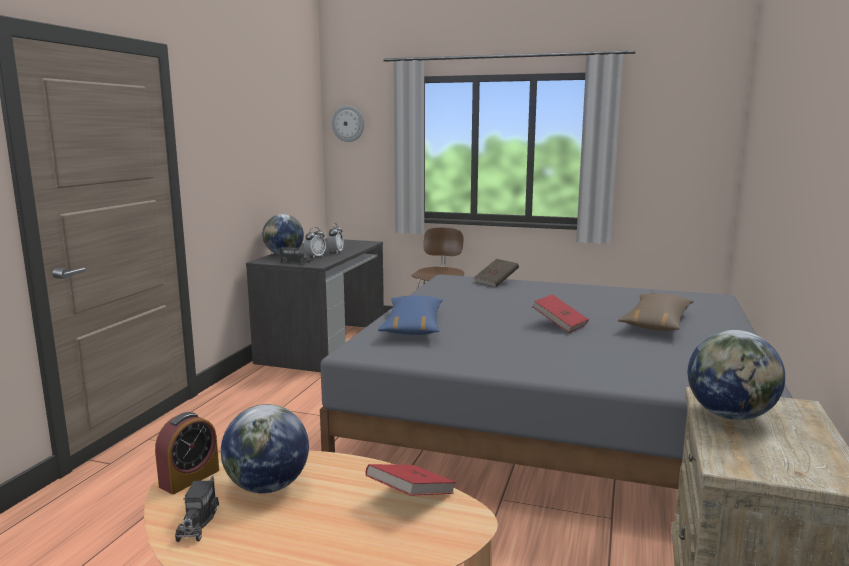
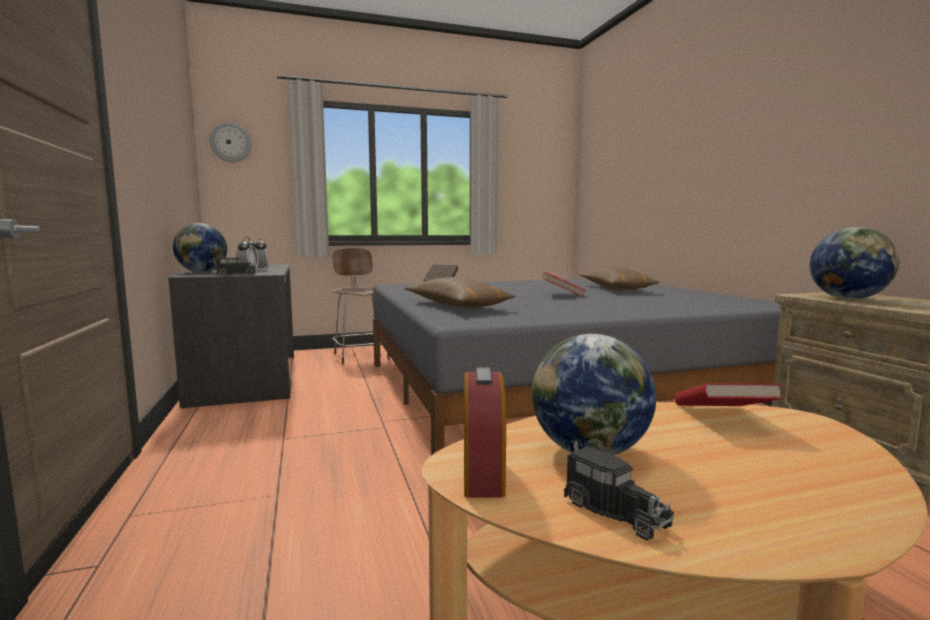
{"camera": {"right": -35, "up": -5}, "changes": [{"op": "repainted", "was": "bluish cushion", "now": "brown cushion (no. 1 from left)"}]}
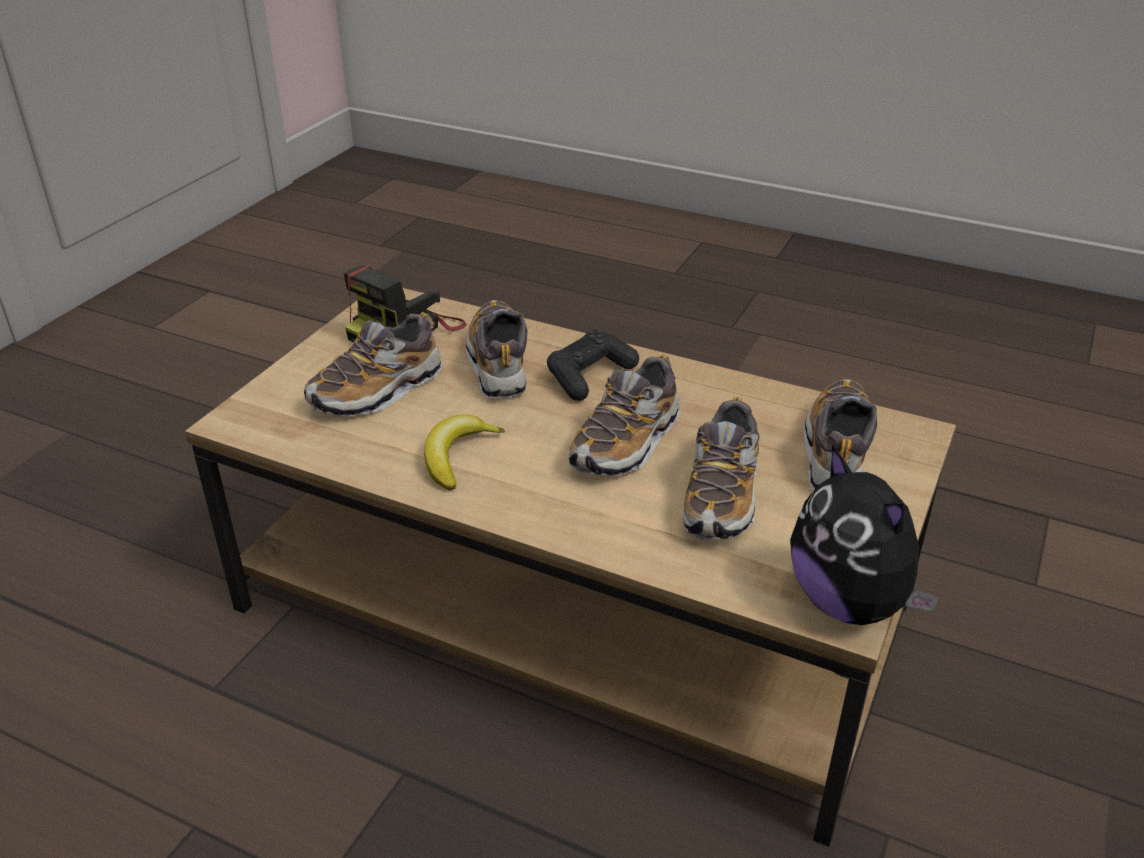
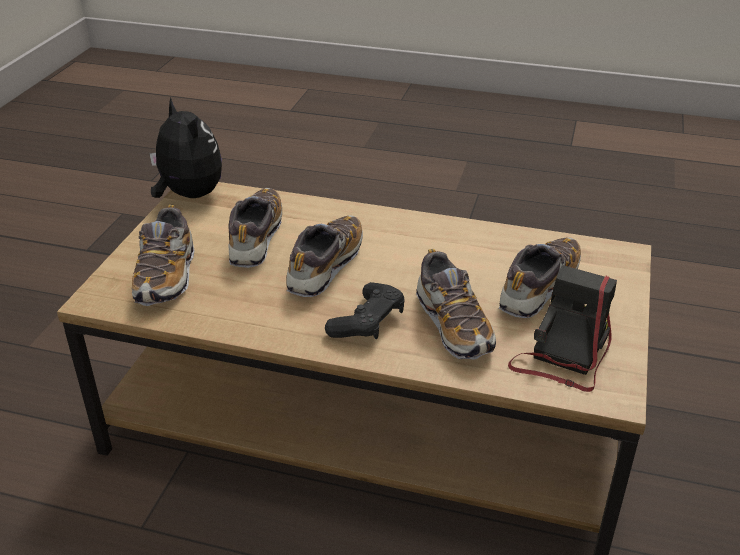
{"camera": {"right": 170, "up": 0}, "changes": [{"op": "gone", "was": "banana"}]}
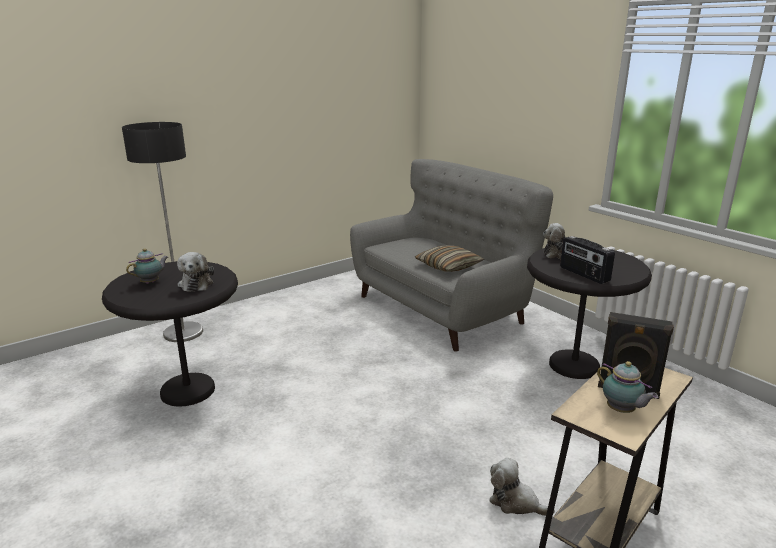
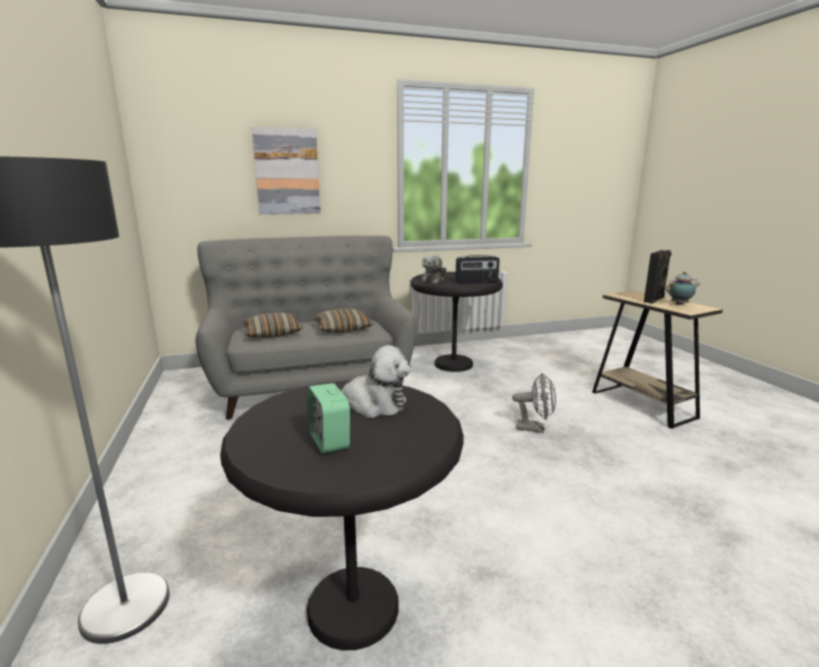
{"camera": {"right": -70, "up": -5}, "changes": [{"op": "gone", "was": "soft toy (no. 2 from left)"}, {"op": "new", "now": "cushion (no. 1 from left)"}, {"op": "new", "now": "picture"}, {"op": "new", "now": "gray cooling fan"}, {"op": "swapped", "was": "pot for tea (no. 1 from left)", "now": "table clock"}]}
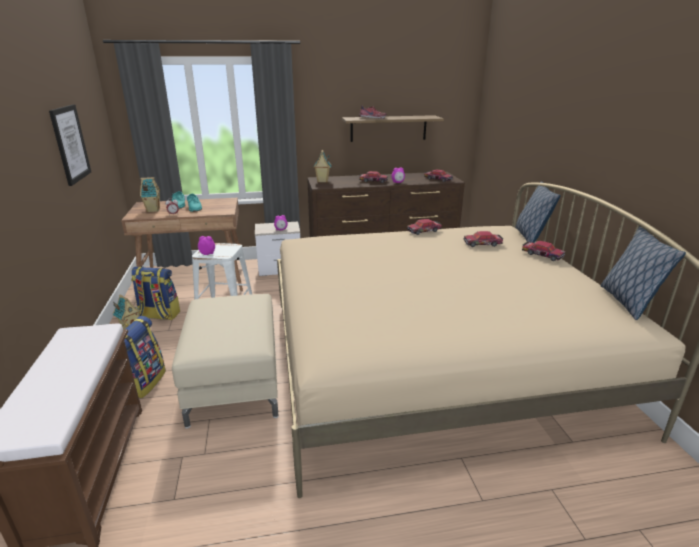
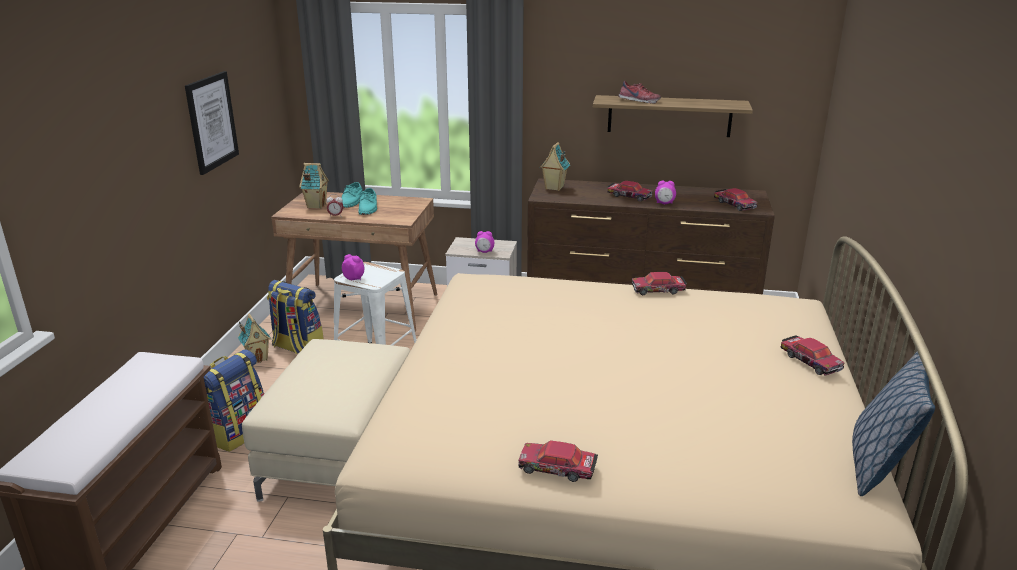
{"camera": {"right": 20, "up": 0}, "changes": [{"op": "gone", "was": "cushion (no. 1 from left)"}, {"op": "shifted", "was": "toy car (no. 4 from left in the first image)", "now": "toy car (no. 1 from left)"}]}
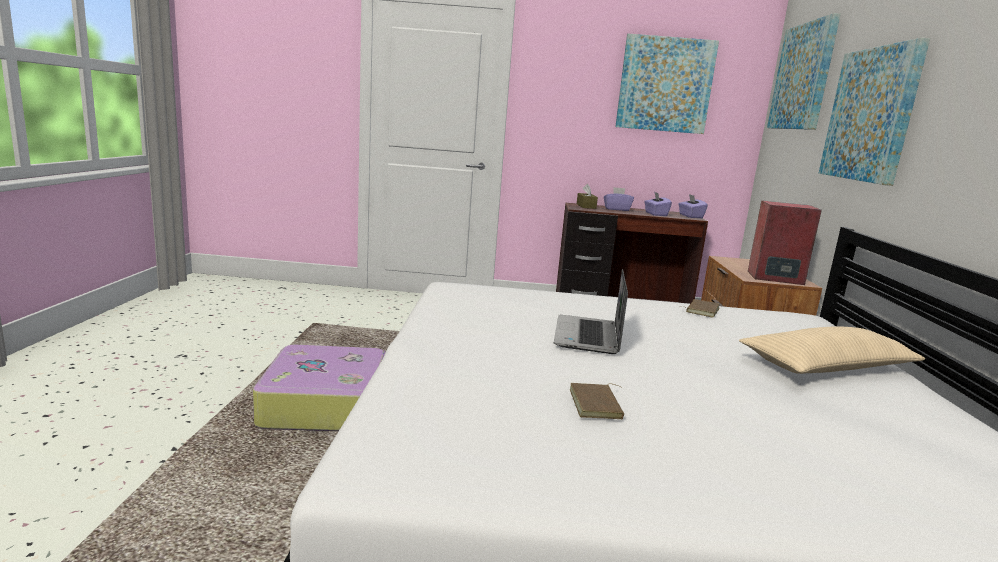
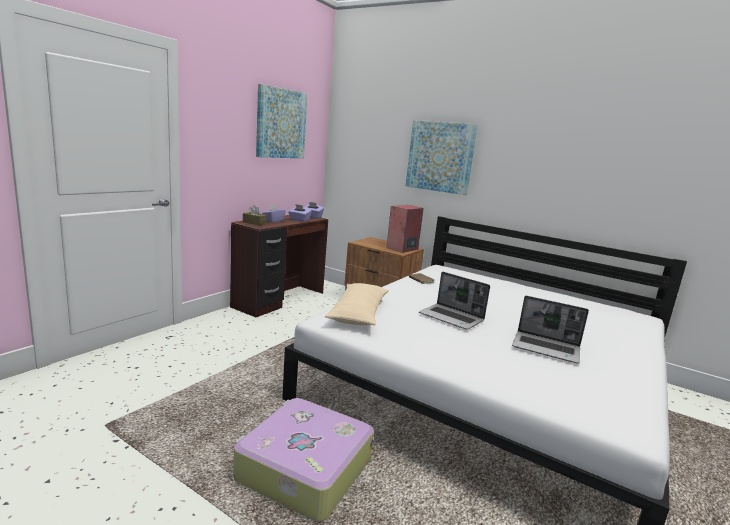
{"camera": {"right": -60, "up": 0}, "changes": [{"op": "gone", "was": "picture (no. 2 from left)"}, {"op": "shifted", "was": "beige-coloured cushion"}, {"op": "swapped", "was": "brown bound book (no. 1 from left)", "now": "portable computer (no. 2 from left)"}]}
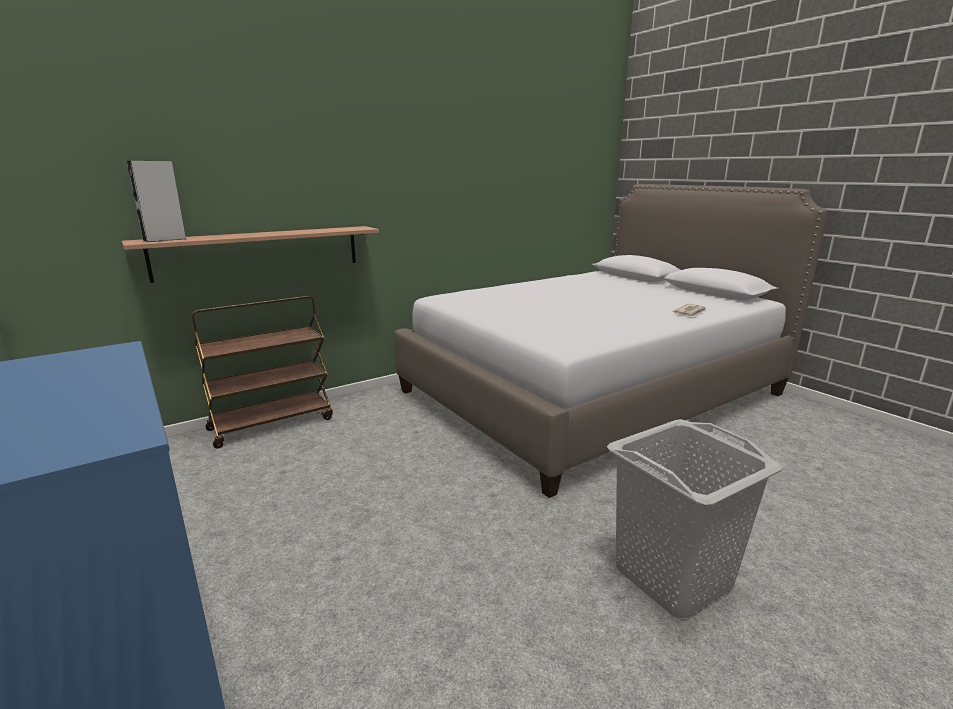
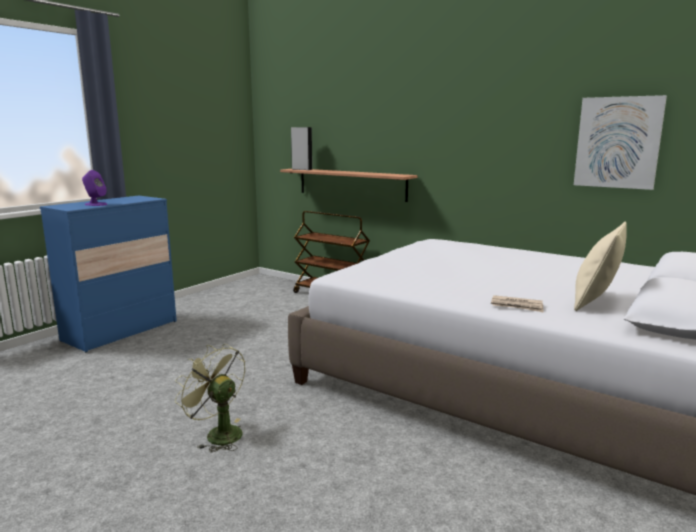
{"camera": {"right": 70, "up": -5}, "changes": [{"op": "new", "now": "purplish speaker"}, {"op": "new", "now": "picture"}, {"op": "new", "now": "beige-coloured cushion"}, {"op": "swapped", "was": "gray hamper", "now": "greenish cooling fan"}]}
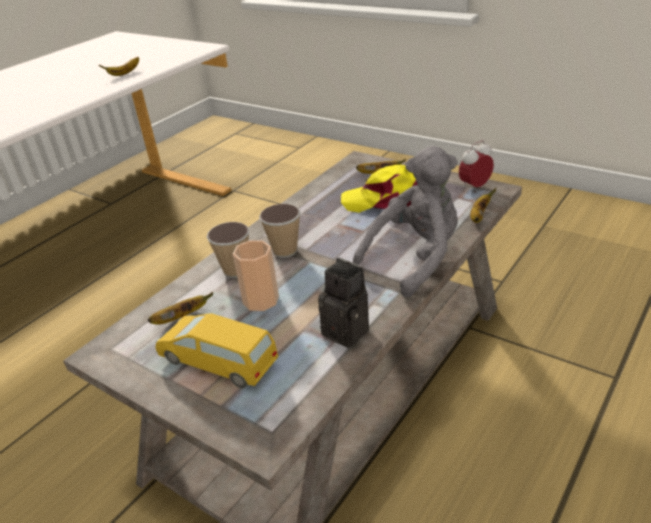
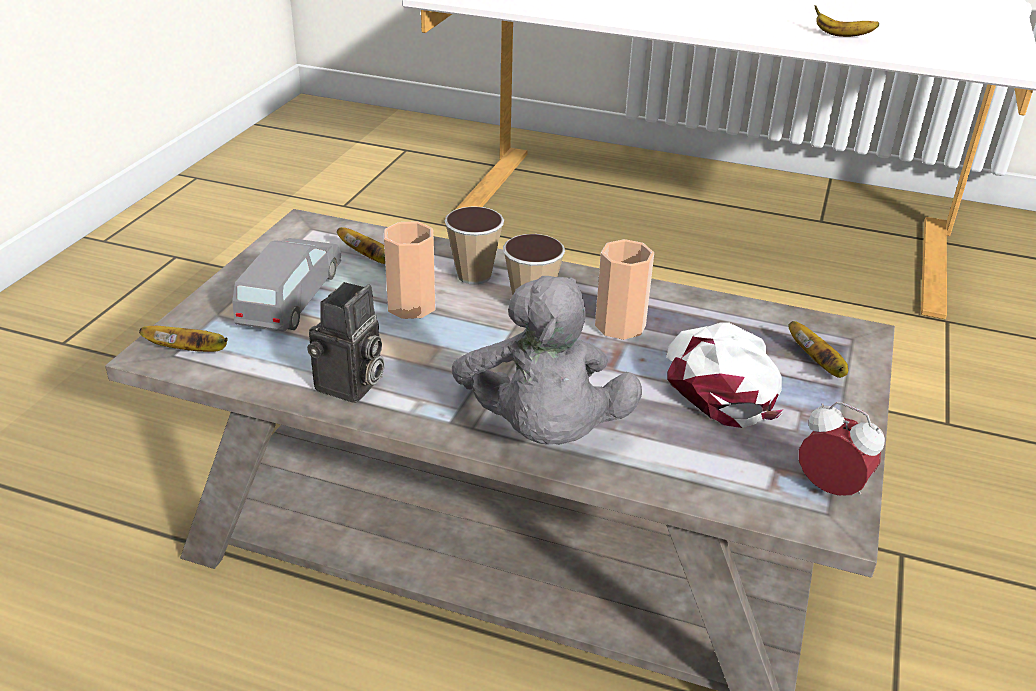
{"camera": {"right": 70, "up": 0}, "changes": [{"op": "new", "now": "cup (no. 4 from left)"}, {"op": "shifted", "was": "banana (no. 4 from left in the first image)", "now": "banana (no. 1 from left)"}, {"op": "repainted", "was": "yellow-coloured toy car", "now": "gray toy car"}, {"op": "repainted", "was": "yellow-coloured baseball cap", "now": "white-coloured baseball cap"}, {"op": "rotated", "was": "gray soft toy", "clockwise": 45}]}
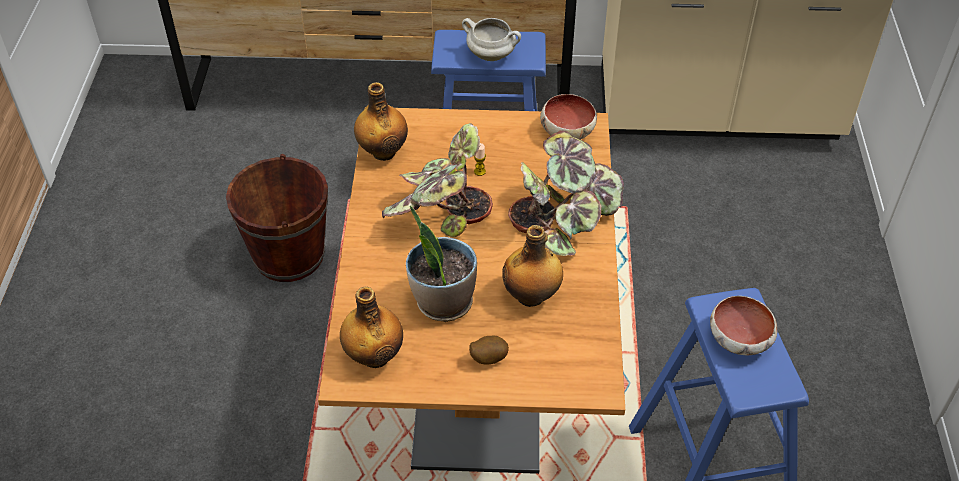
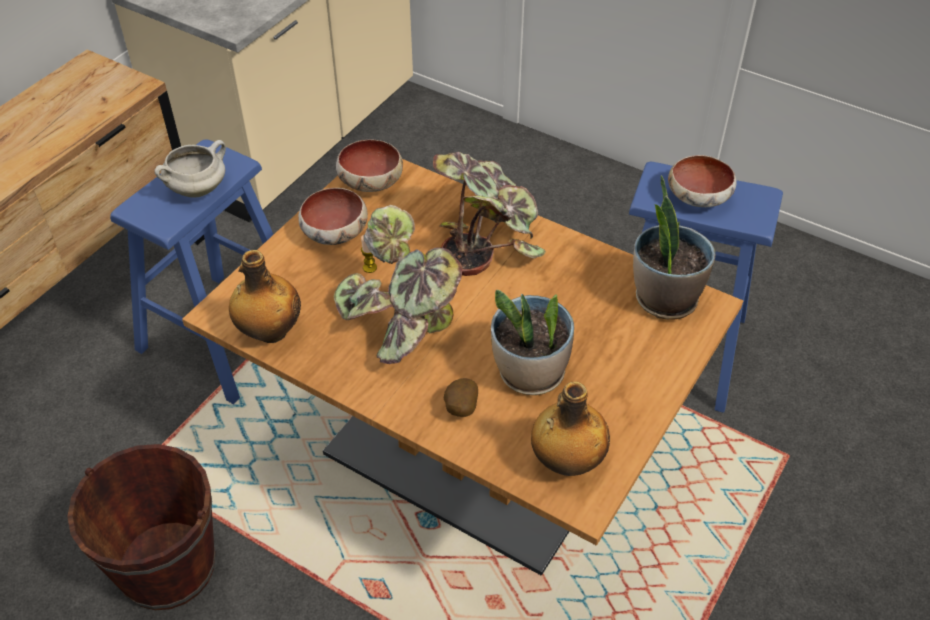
{"camera": {"right": -60, "up": 0}, "changes": [{"op": "gone", "was": "beverage bottle (no. 3 from left)"}, {"op": "new", "now": "deep dish (no. 1 from left)"}, {"op": "new", "now": "plant in a pot (no. 4 from left)"}, {"op": "shifted", "was": "potato"}]}
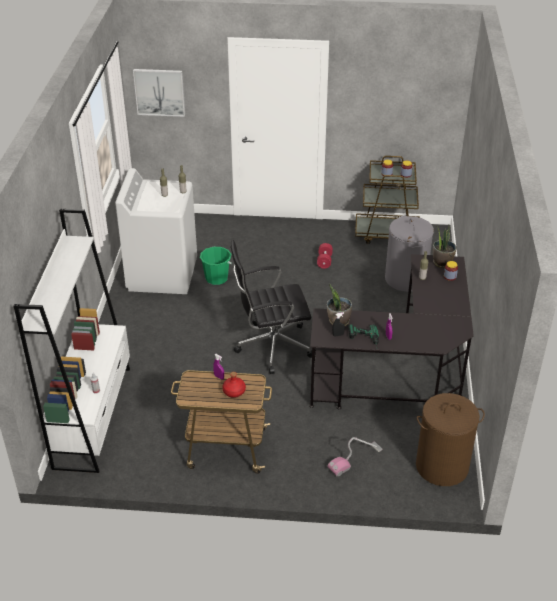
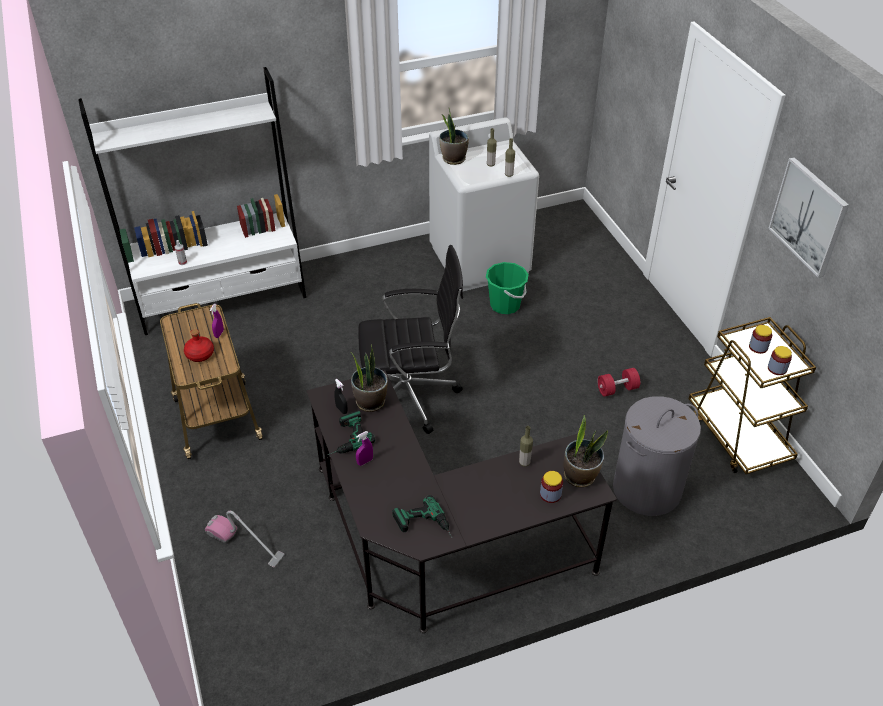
{"camera": {"right": 65, "up": 5}, "changes": [{"op": "gone", "was": "brown hamper"}, {"op": "new", "now": "drill (no. 2 from left)"}, {"op": "new", "now": "plant in a pot (no. 2 from left)"}, {"op": "shifted", "was": "picture"}, {"op": "rotated", "was": "blackish desk chair", "clockwise": 120}]}
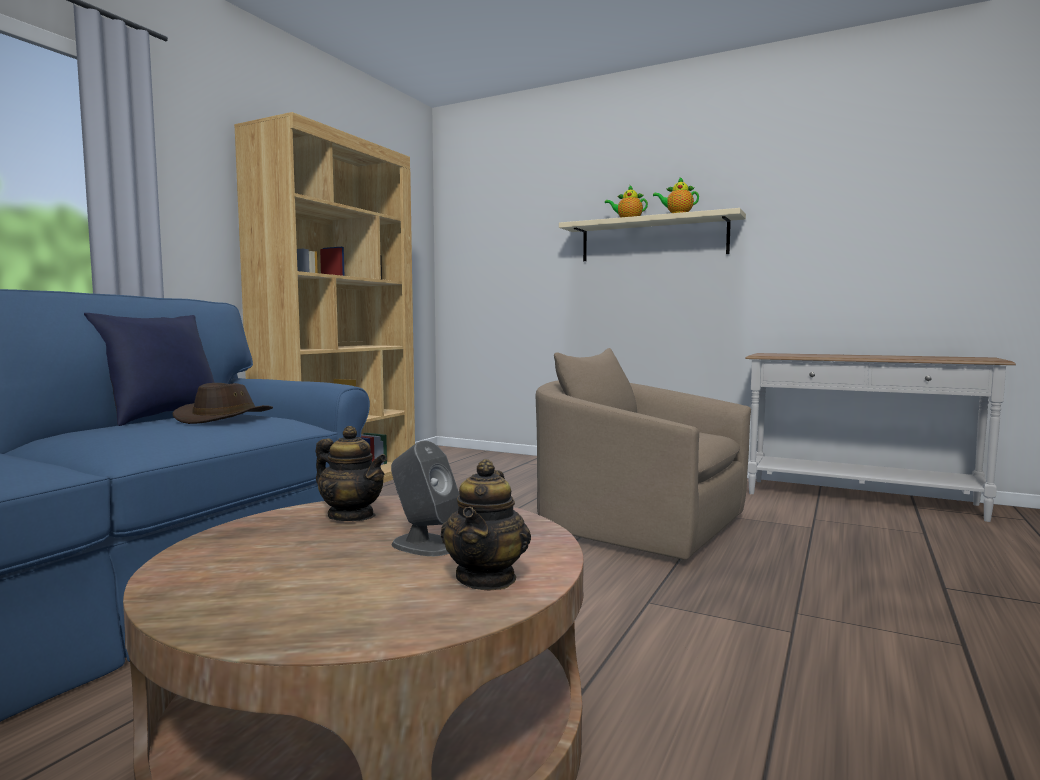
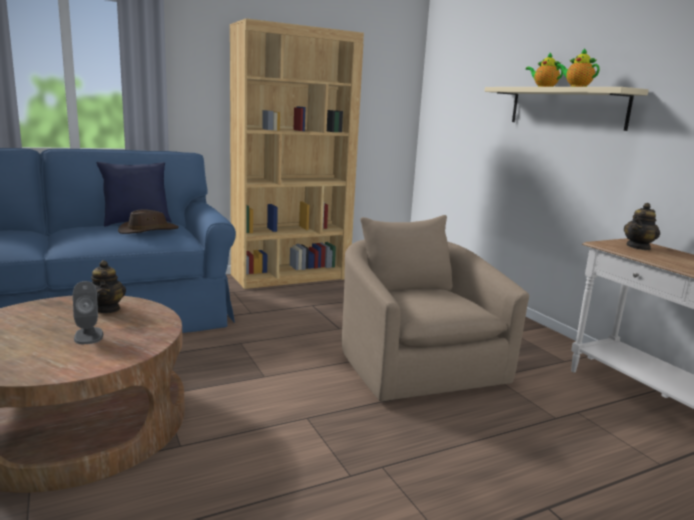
{"camera": {"right": 35, "up": 10}, "changes": [{"op": "shifted", "was": "pot for tea (no. 2 from left in the first image)", "now": "pot for tea (no. 4 from left)"}]}
